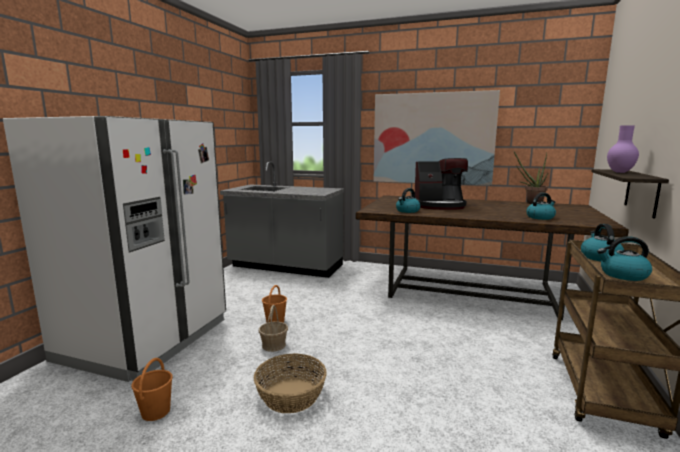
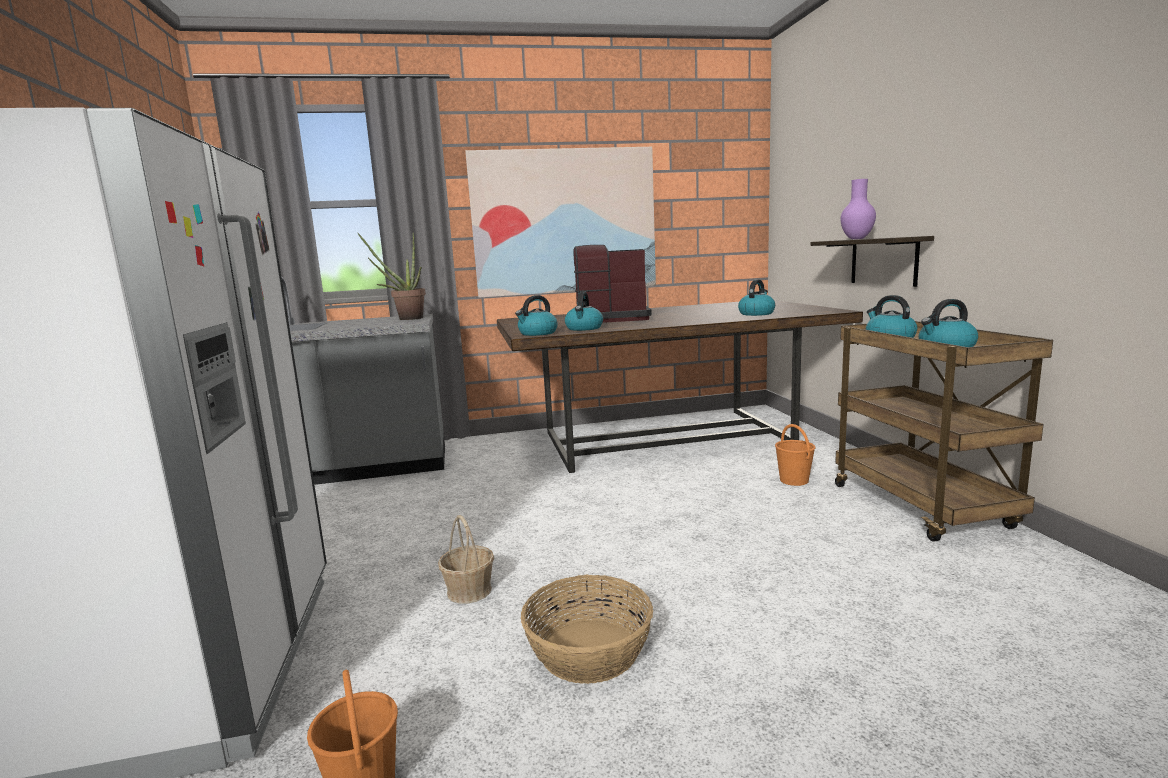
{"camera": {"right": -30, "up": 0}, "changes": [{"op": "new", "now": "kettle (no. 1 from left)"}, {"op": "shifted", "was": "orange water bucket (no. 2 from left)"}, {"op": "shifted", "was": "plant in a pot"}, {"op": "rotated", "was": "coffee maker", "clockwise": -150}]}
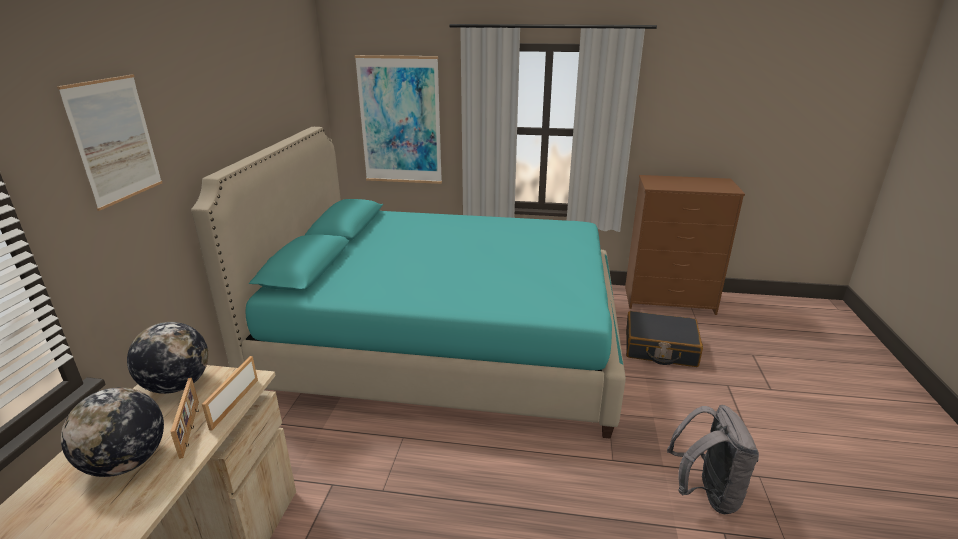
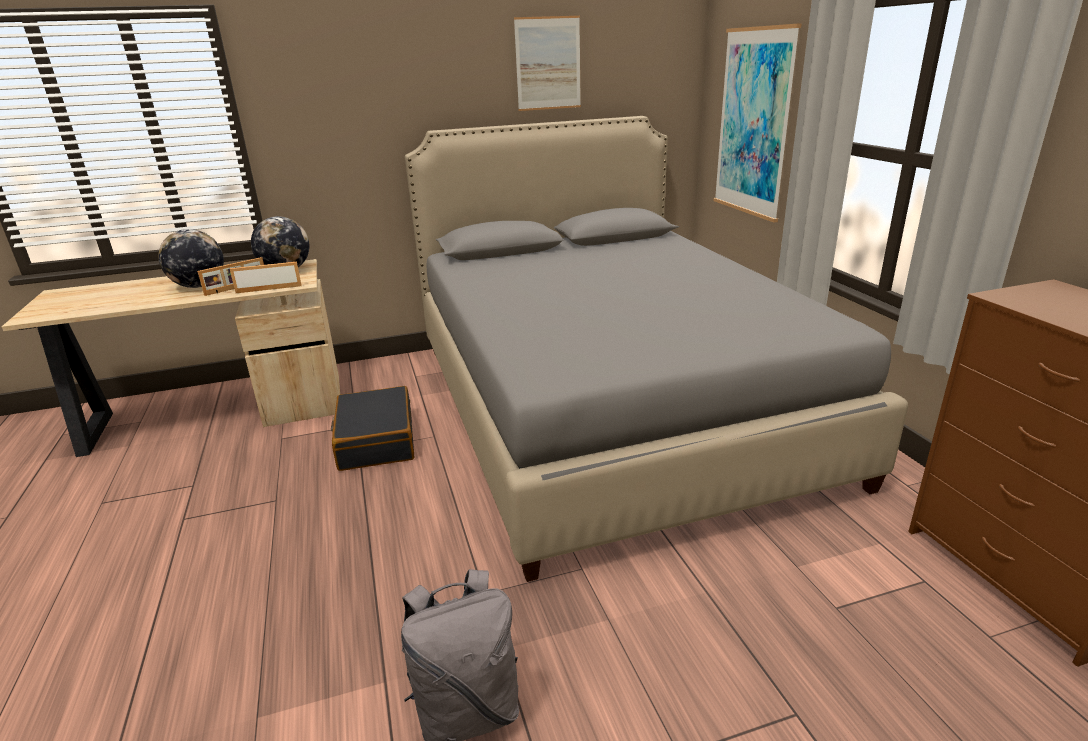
{"camera": {"right": 65, "up": 0}, "changes": [{"op": "shifted", "was": "picture (no. 1 from left)"}, {"op": "shifted", "was": "blackish piece of luggage"}, {"op": "repainted", "was": "turquoise-coloured bed", "now": "gray bed"}]}
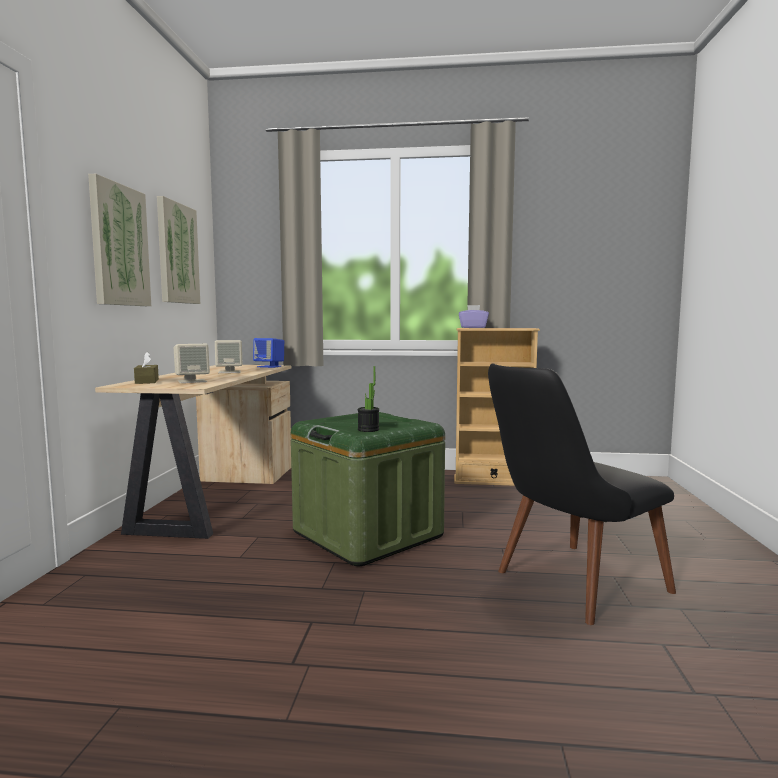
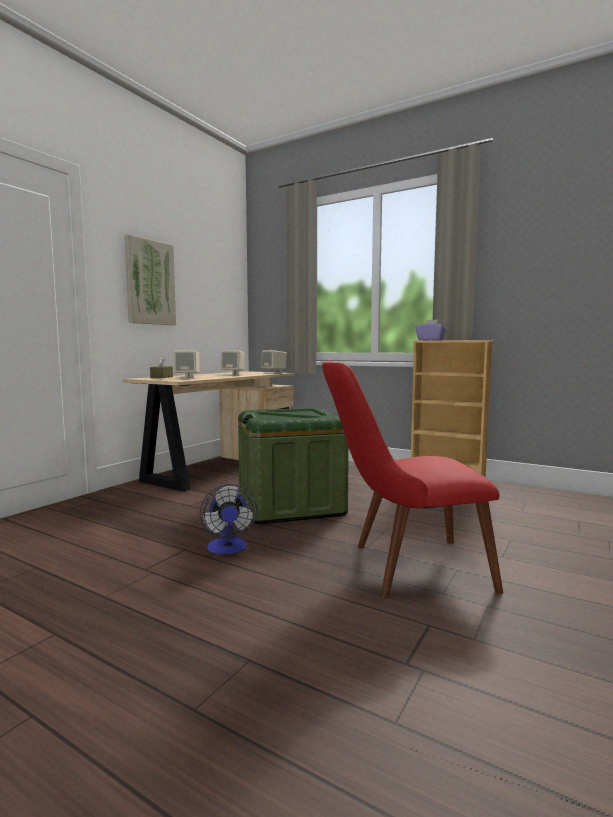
{"camera": {"right": 25, "up": 0}, "changes": [{"op": "gone", "was": "picture (no. 2 from left)"}, {"op": "gone", "was": "plant in a pot"}, {"op": "new", "now": "cooling fan"}, {"op": "repainted", "was": "bluish speaker", "now": "beige-coloured speaker (no. 3 from left)"}, {"op": "repainted", "was": "blackish chair", "now": "red chair"}]}
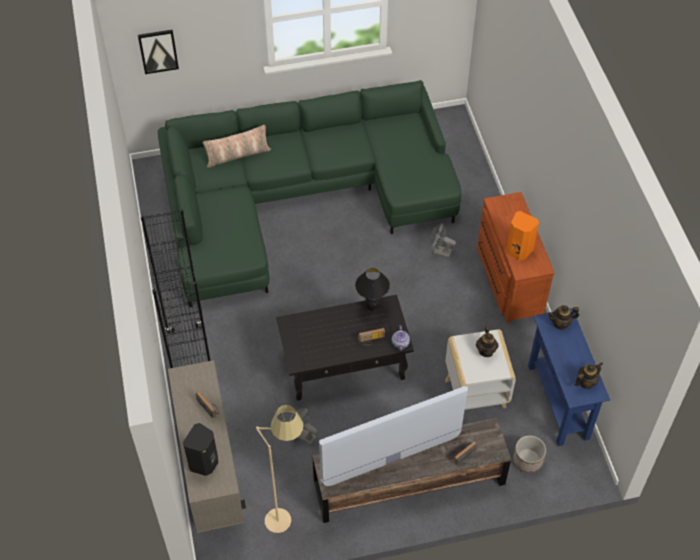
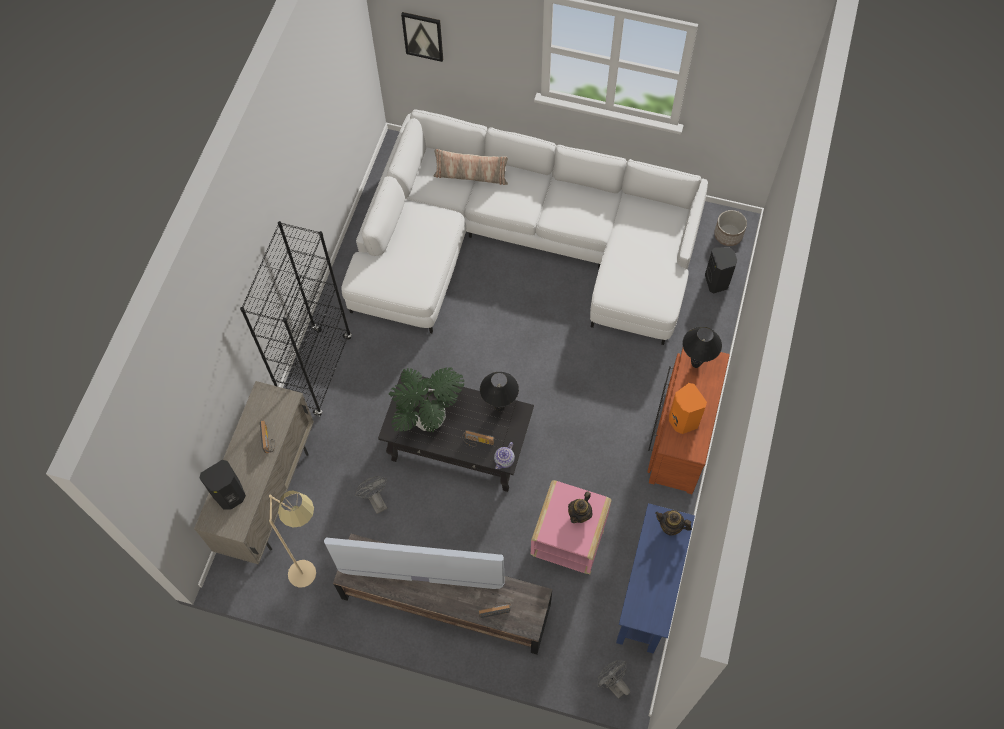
{"camera": {"right": 30, "up": 10}, "changes": [{"op": "gone", "was": "pot for tea (no. 4 from left)"}, {"op": "new", "now": "plant in a pot"}, {"op": "new", "now": "blackish table lamp (no. 2 from left)"}, {"op": "new", "now": "blackish speaker (no. 2 from left)"}, {"op": "shifted", "was": "gray cooling fan (no. 2 from left)"}, {"op": "shifted", "was": "planter"}, {"op": "repainted", "was": "greenish settee", "now": "white-coloured settee"}, {"op": "repainted", "was": "white-coloured end table", "now": "pinkish end table"}]}
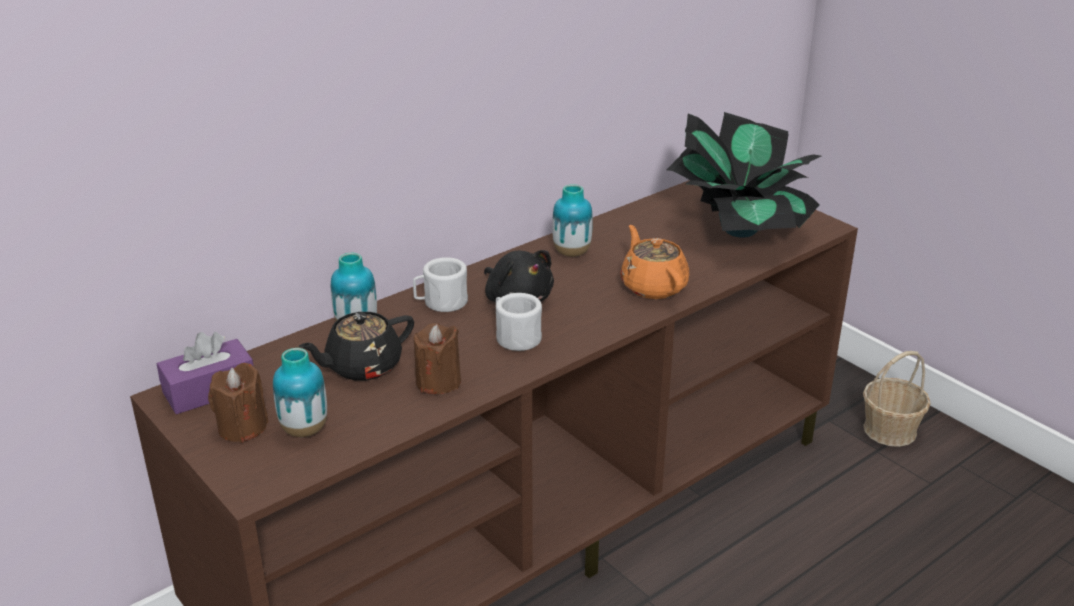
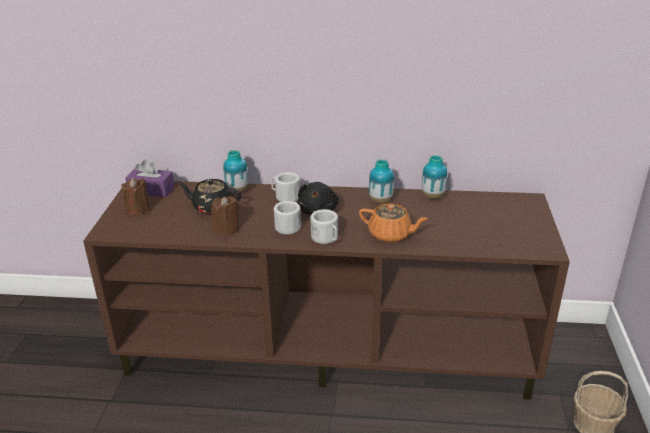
{"camera": {"right": 45, "up": 0}, "changes": [{"op": "gone", "was": "plant in a pot"}, {"op": "new", "now": "white-coloured mug (no. 3 from left)"}, {"op": "shifted", "was": "vase (no. 1 from left in the first image)", "now": "vase (no. 3 from left)"}, {"op": "rotated", "was": "orange pot for tea", "clockwise": 90}]}
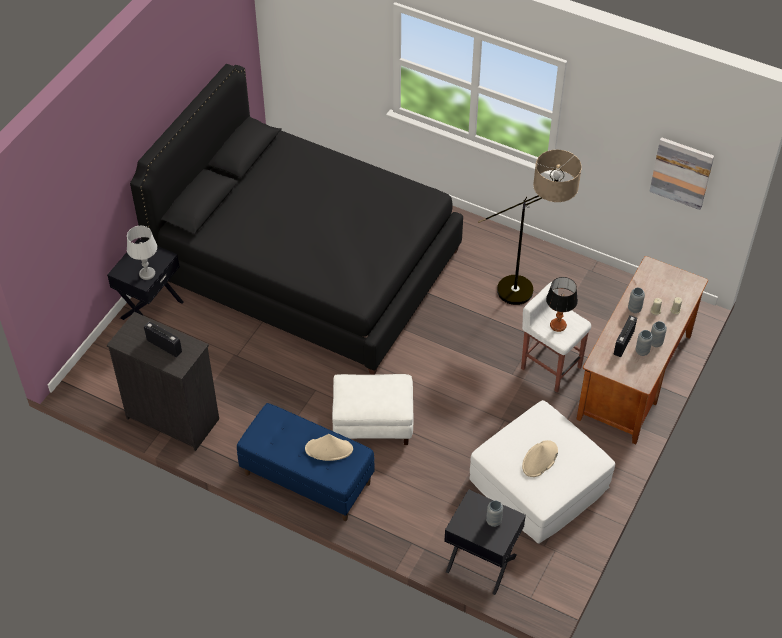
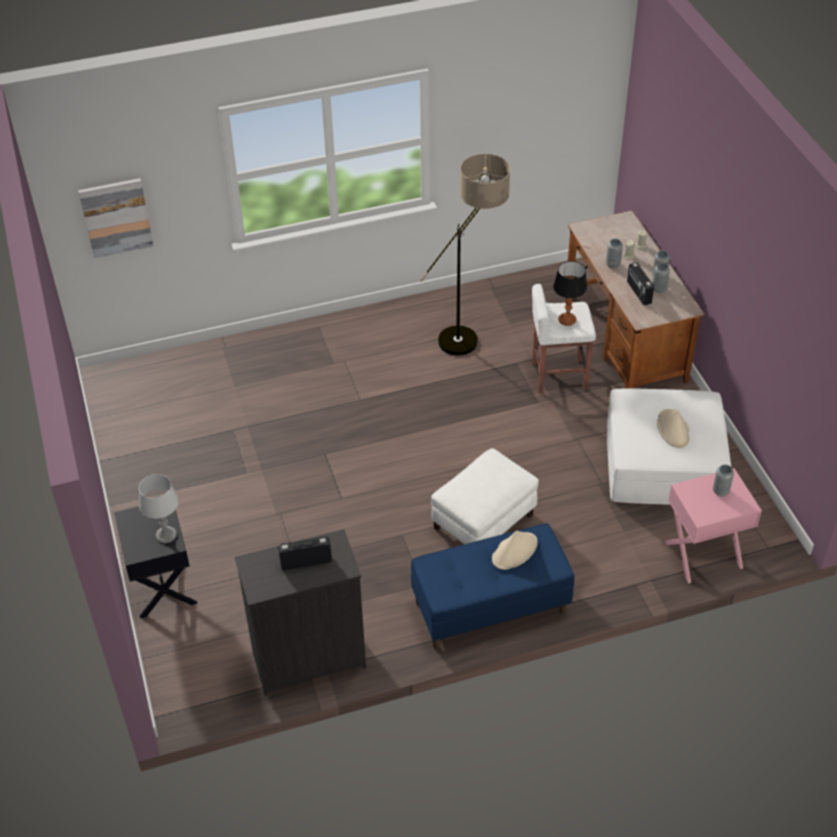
{"camera": {"right": -45, "up": -5}, "changes": [{"op": "gone", "was": "blackish bed"}, {"op": "shifted", "was": "picture"}, {"op": "repainted", "was": "blackish night table (no. 2 from left)", "now": "pinkish night table"}]}
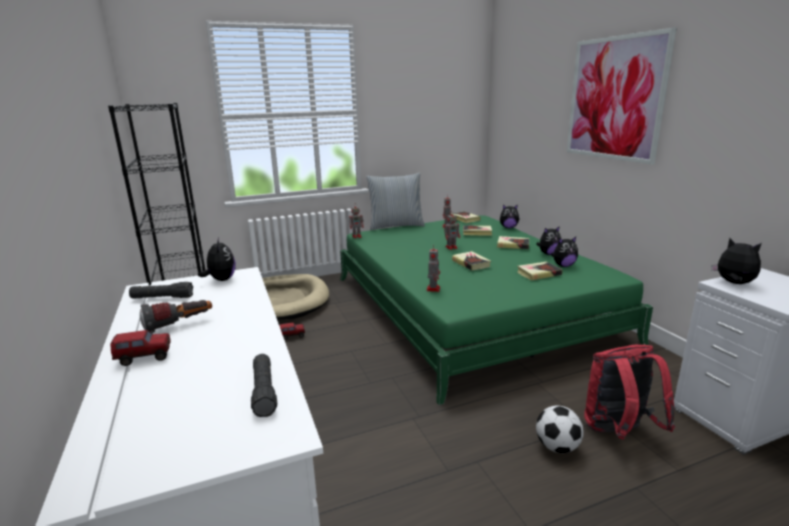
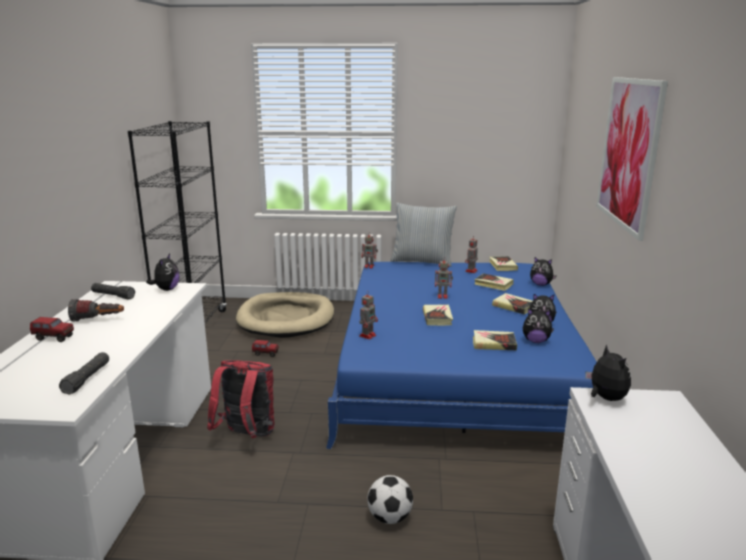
{"camera": {"right": 25, "up": 0}, "changes": [{"op": "shifted", "was": "red backpack"}, {"op": "repainted", "was": "greenish bed", "now": "bluish bed"}]}
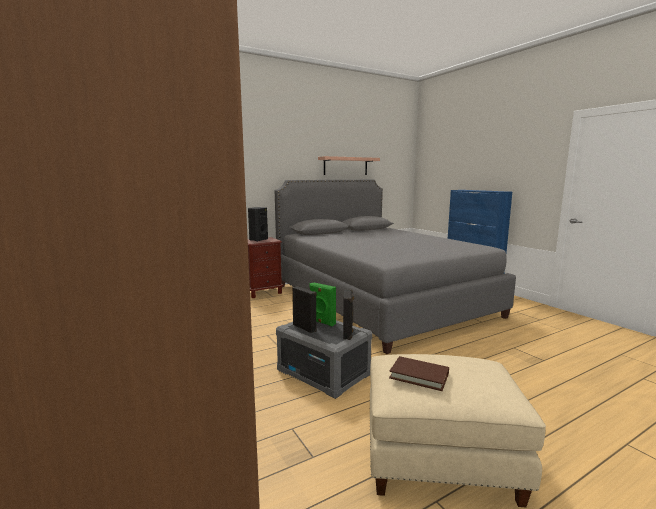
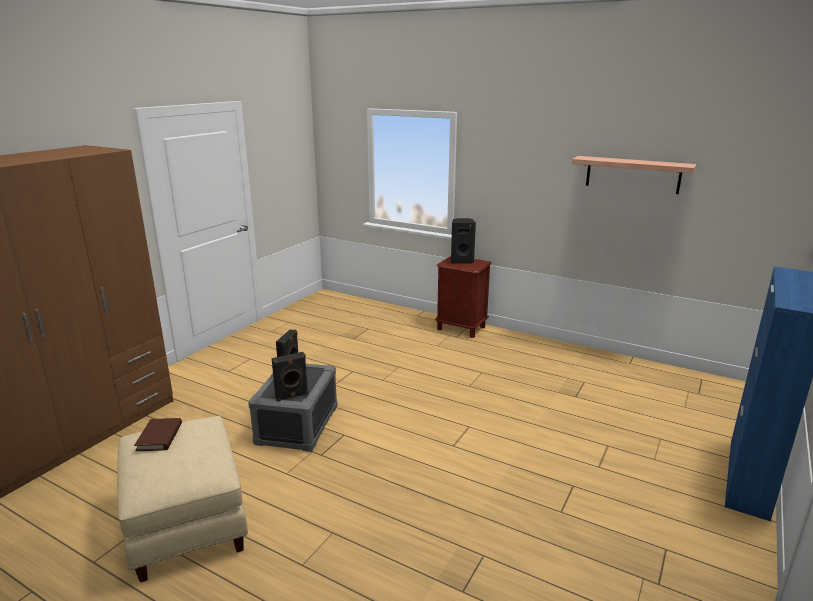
{"camera": {"right": 60, "up": 10}, "changes": [{"op": "gone", "was": "gray bed"}, {"op": "gone", "was": "greenish speaker"}]}
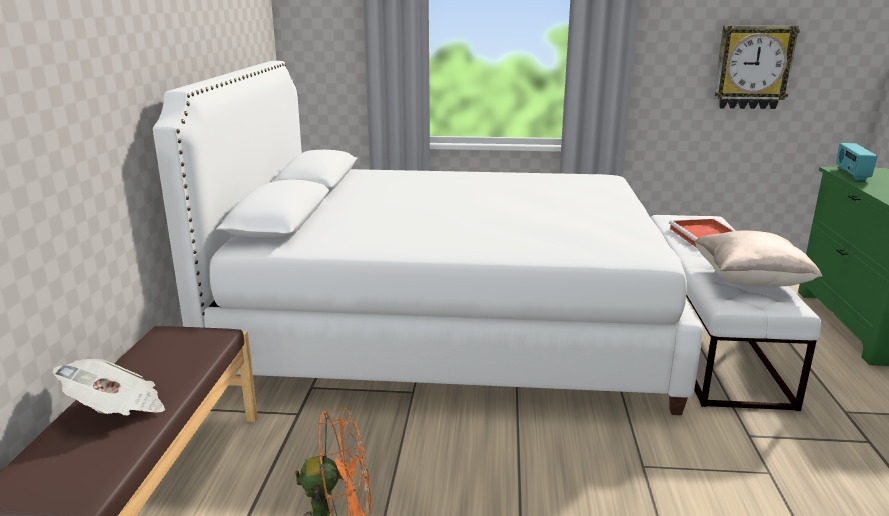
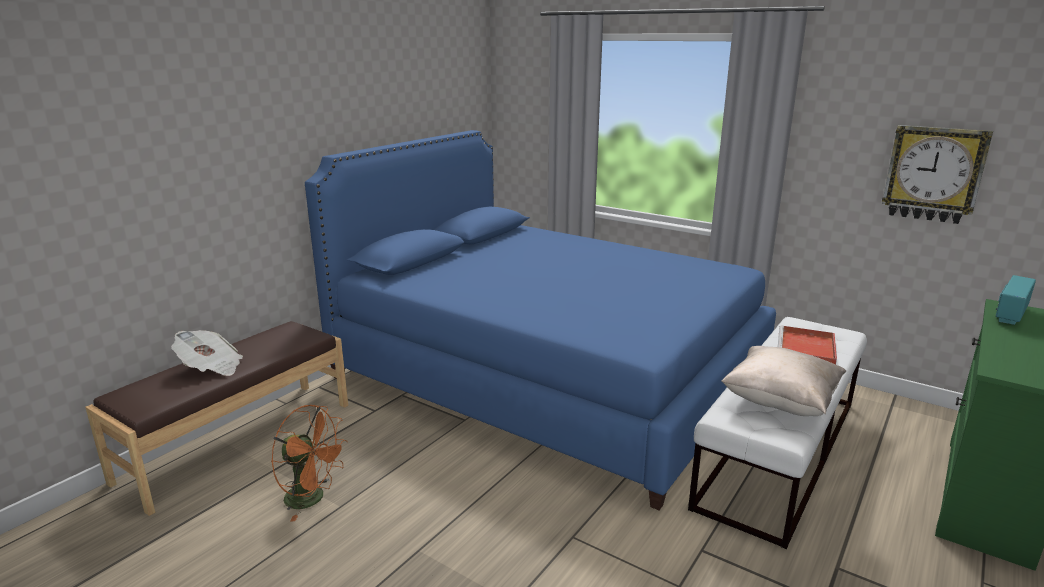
{"camera": {"right": 30, "up": 0}, "changes": [{"op": "repainted", "was": "white-coloured bed", "now": "bluish bed"}]}
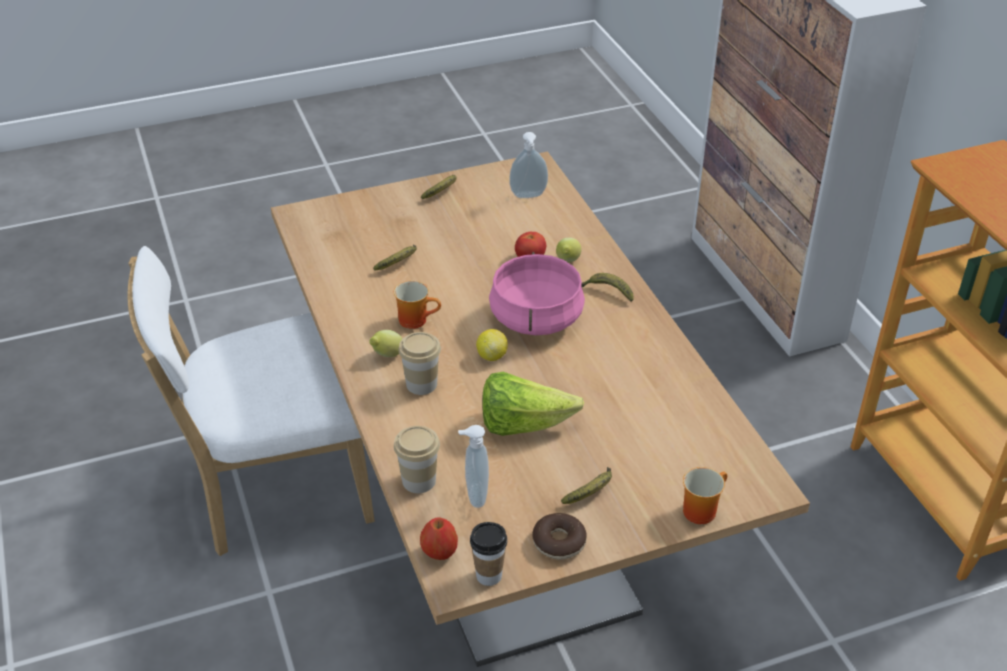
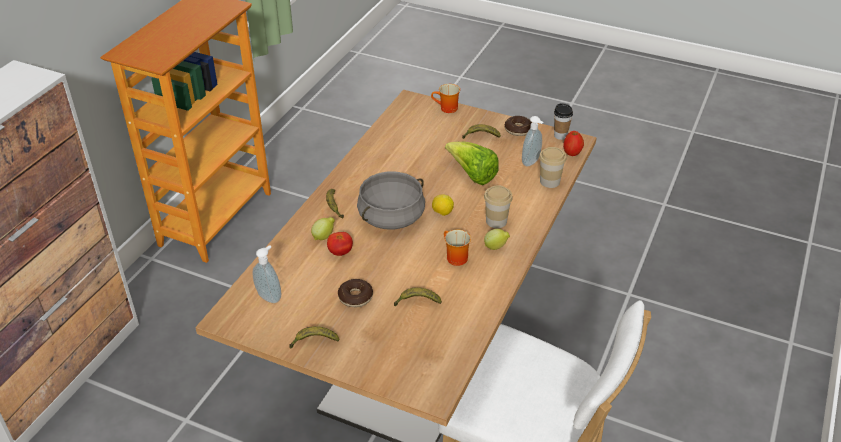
{"camera": {"right": -135, "up": 0}, "changes": [{"op": "new", "now": "donut (no. 1 from left)"}, {"op": "repainted", "was": "pinkish cooking pot", "now": "gray cooking pot"}]}
